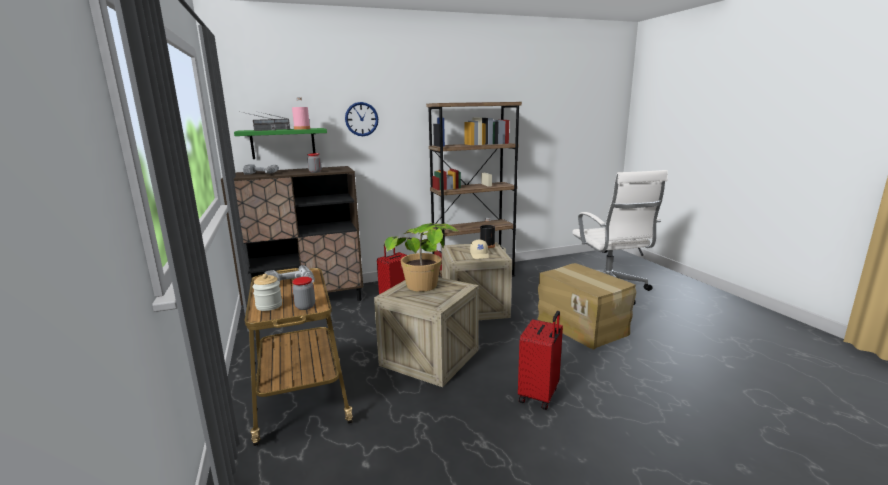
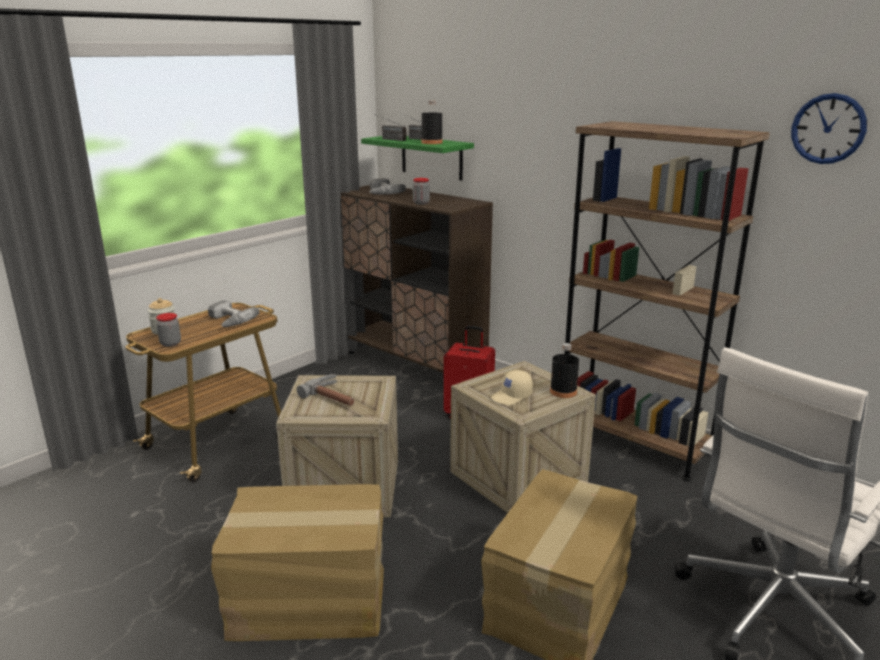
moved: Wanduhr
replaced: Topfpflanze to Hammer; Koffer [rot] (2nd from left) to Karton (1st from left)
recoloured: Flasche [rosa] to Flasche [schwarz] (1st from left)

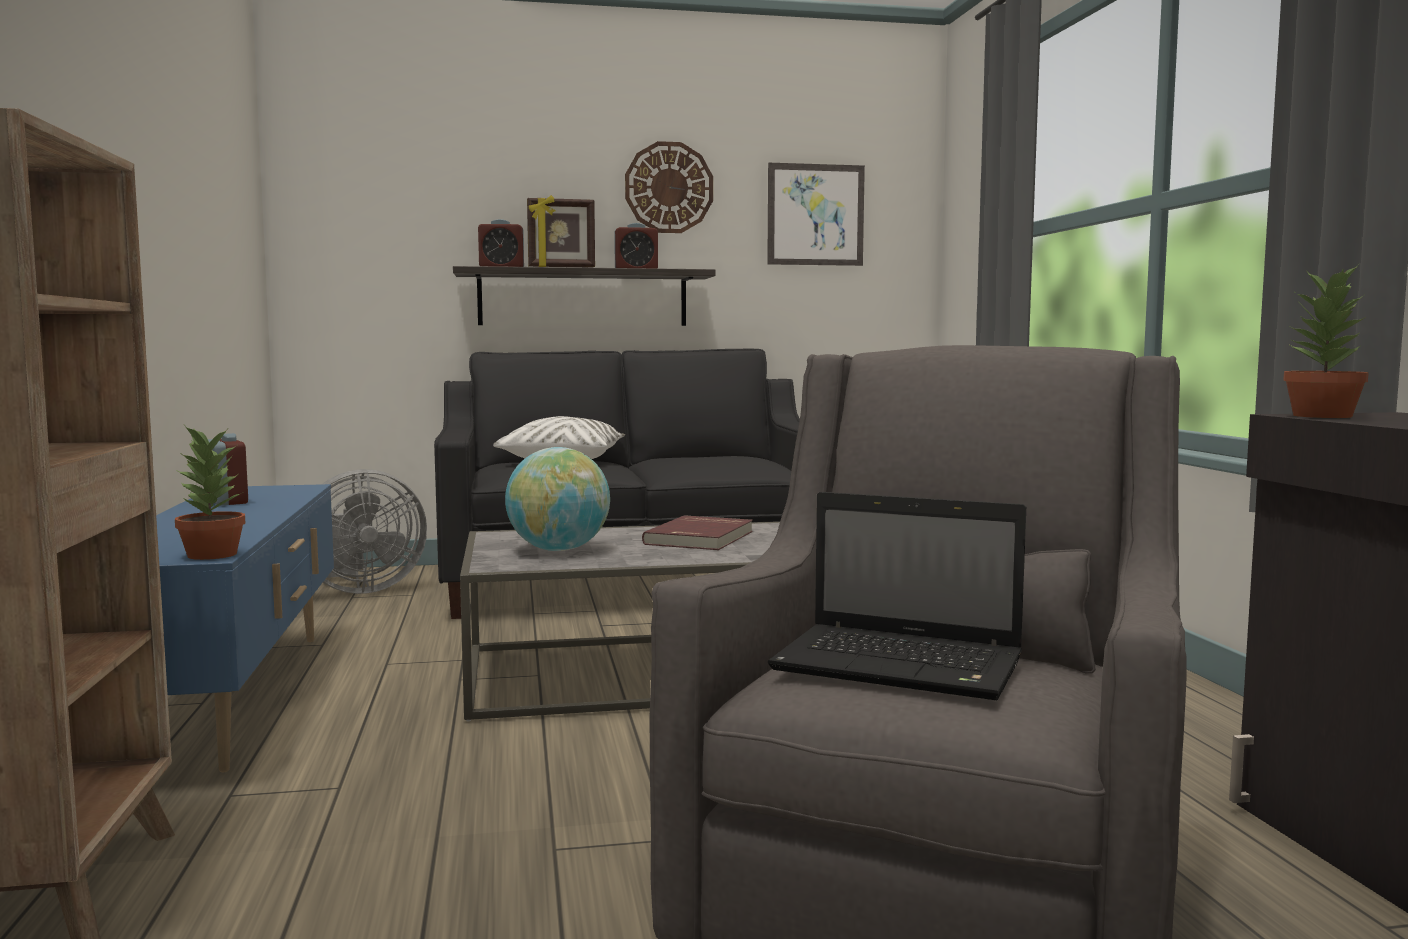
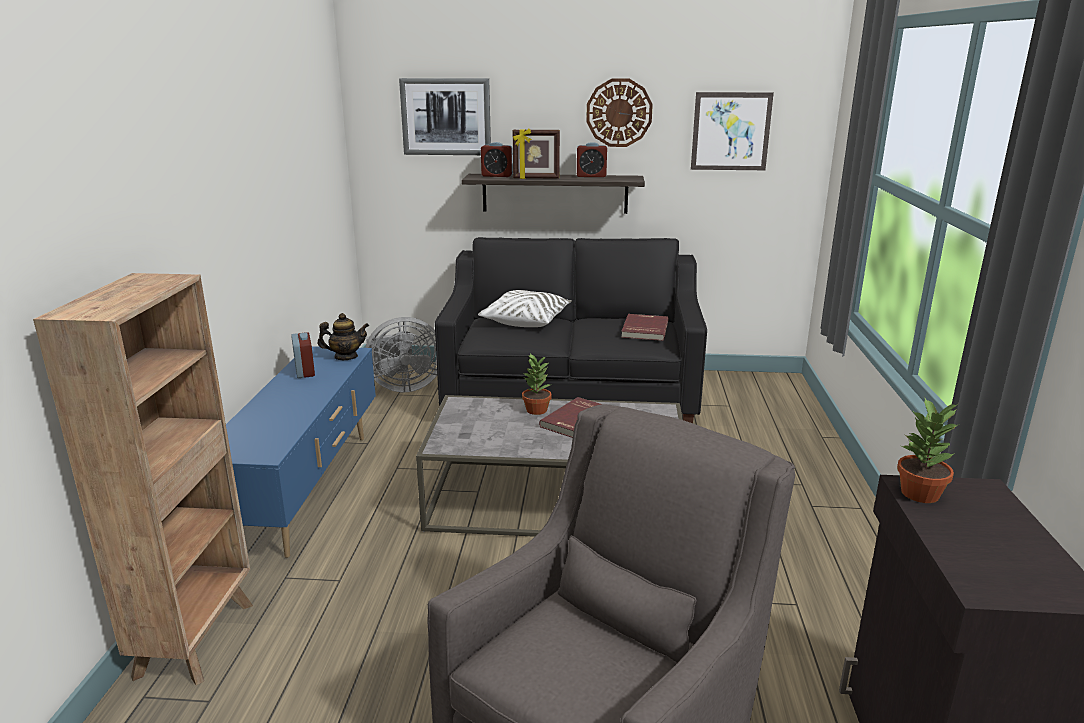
removed: Globus; Laptop
added: Bild (1st from left); Teekanne; Buch [rot] (2nd from left)
moved: Topfpflanze (1st from left)

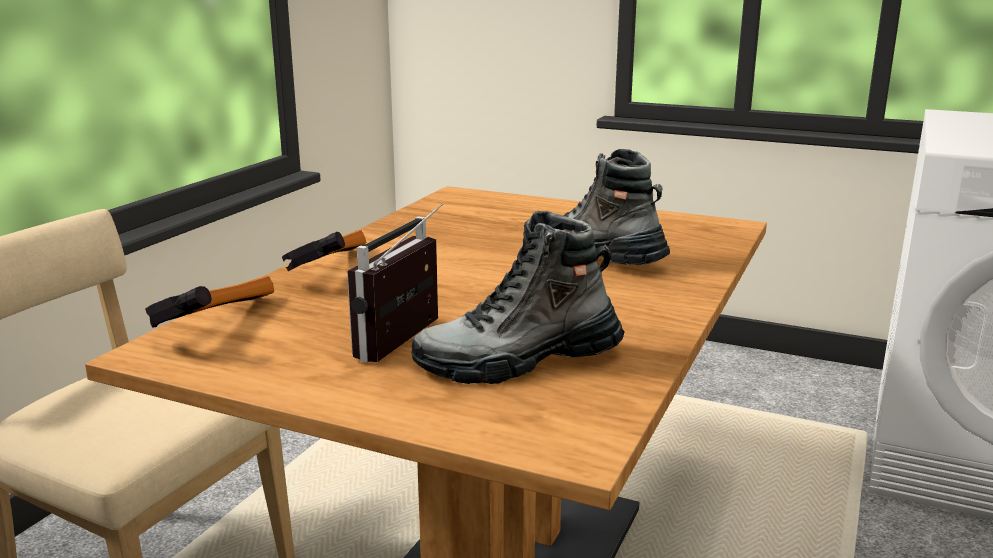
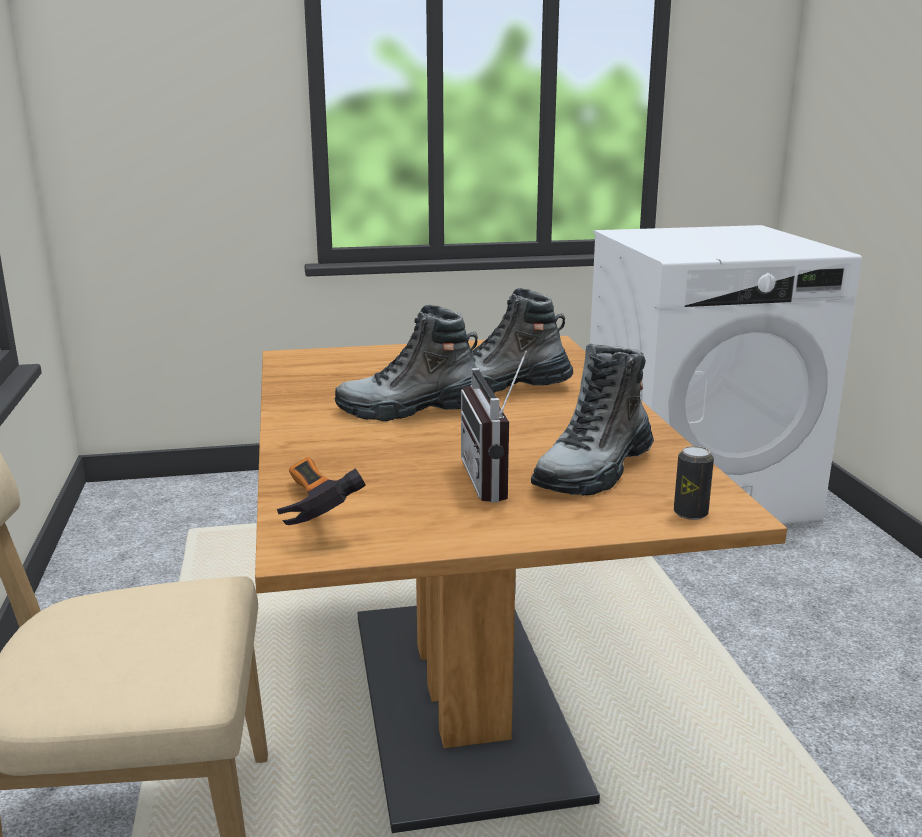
removed: Hammer (2nd from left)
added: Stiefel (1st from left); Dose

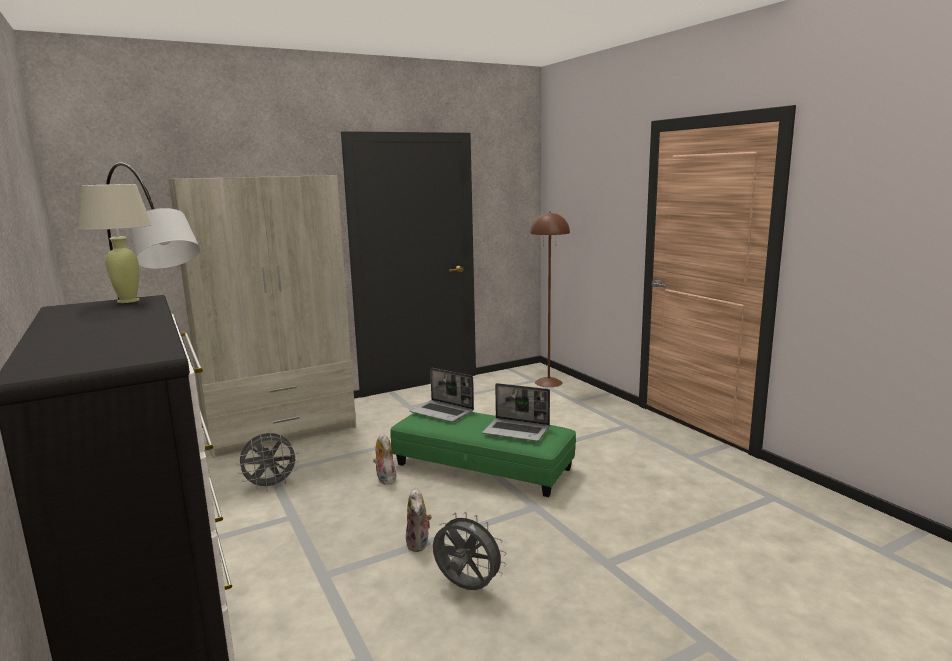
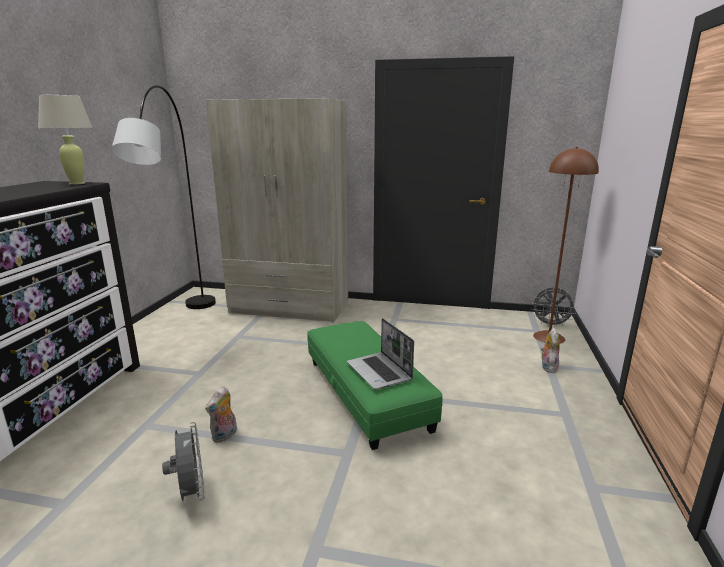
removed: Laptop (1st from left)
moved: Ventilator [grau] (1st from left in the first image) to Ventilator [grau] (2nd from left); Plüschtier (1st from left in the first image) to Plüschtier (2nd from left)

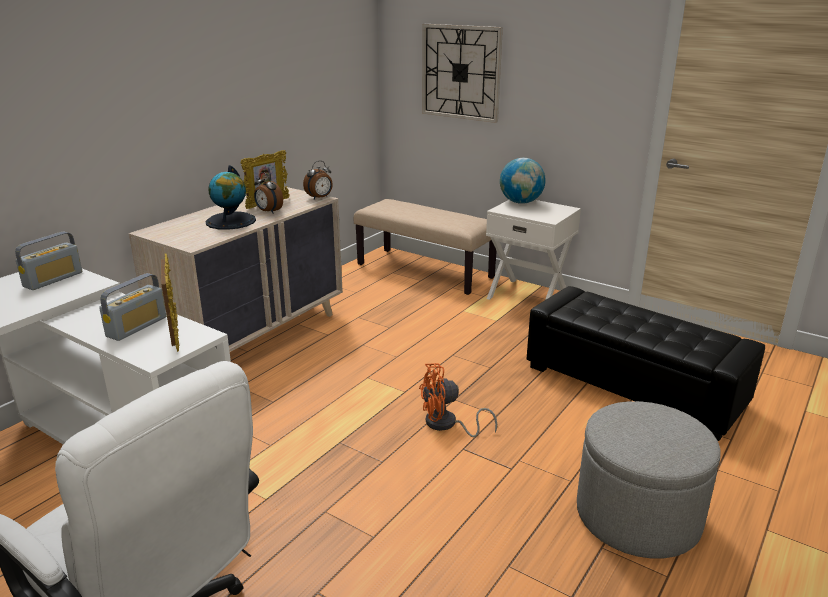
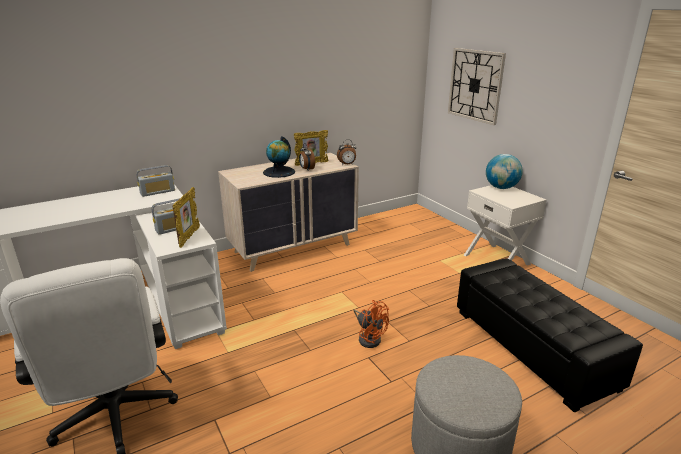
removed: Bank [beige]
turned: Ventilator [orange] 150 degrees counterclockwise

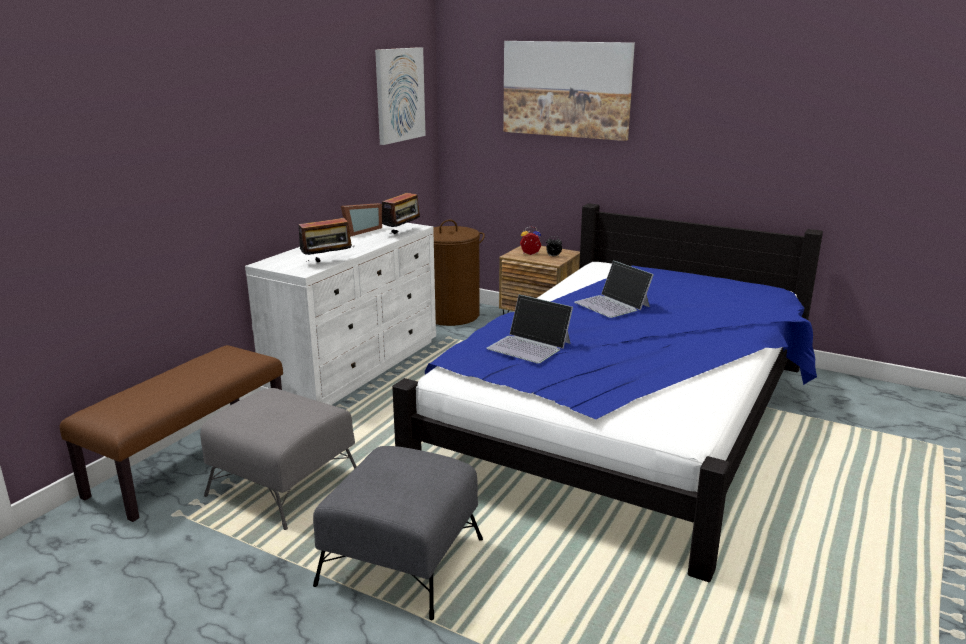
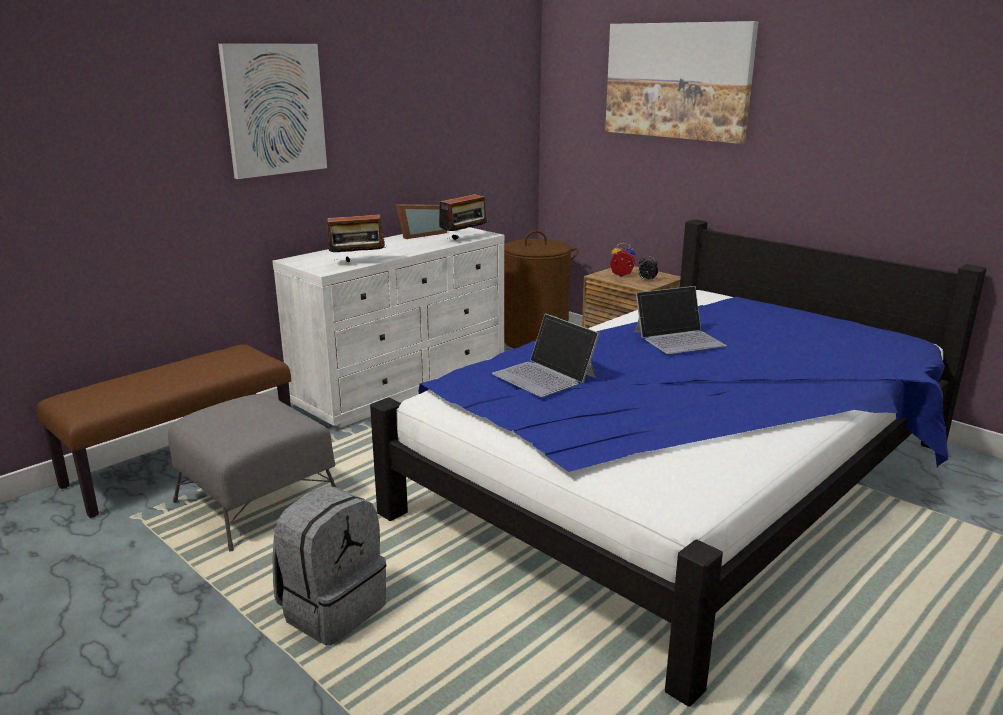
moved: Bild (1st from left)
replaced: Polsterhocker [grau] (2nd from left) to Rucksack [grau]
turned: Laptop (2nd from left) 90 degrees counterclockwise

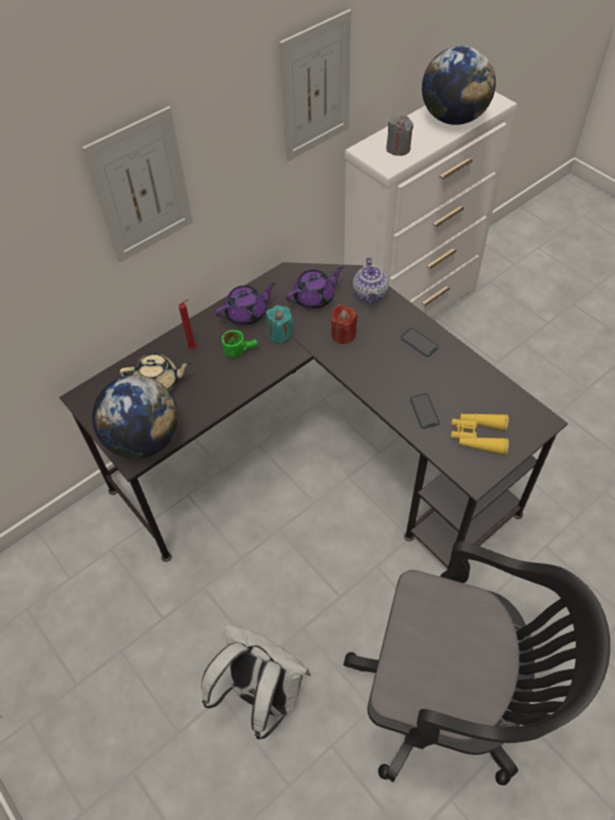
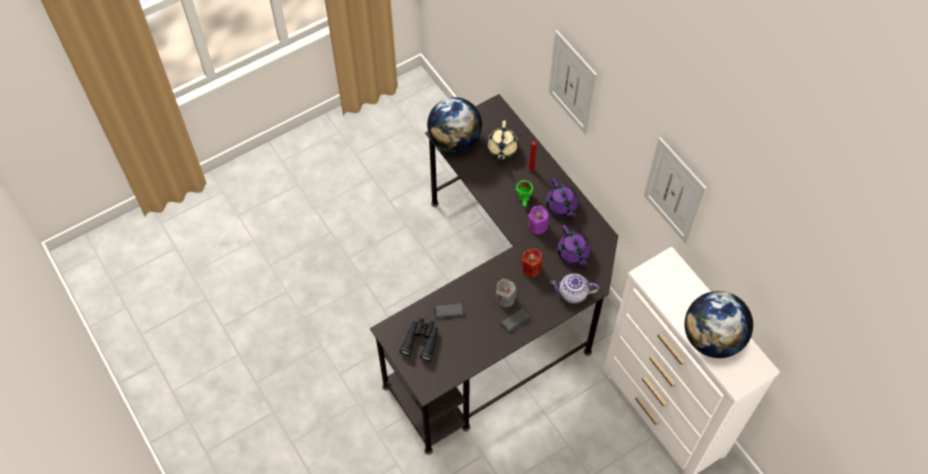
removed: Bürostuhl [schwarz]; Rucksack [weiß]
moved: Kerze [grau]
recoloured: Kerze [türkis] to Kerze [lila]; Fernglas [gelb] to Fernglas [schwarz]

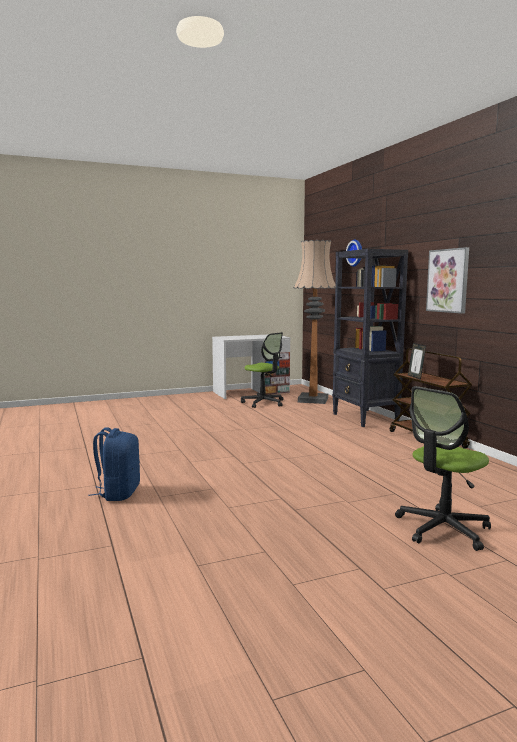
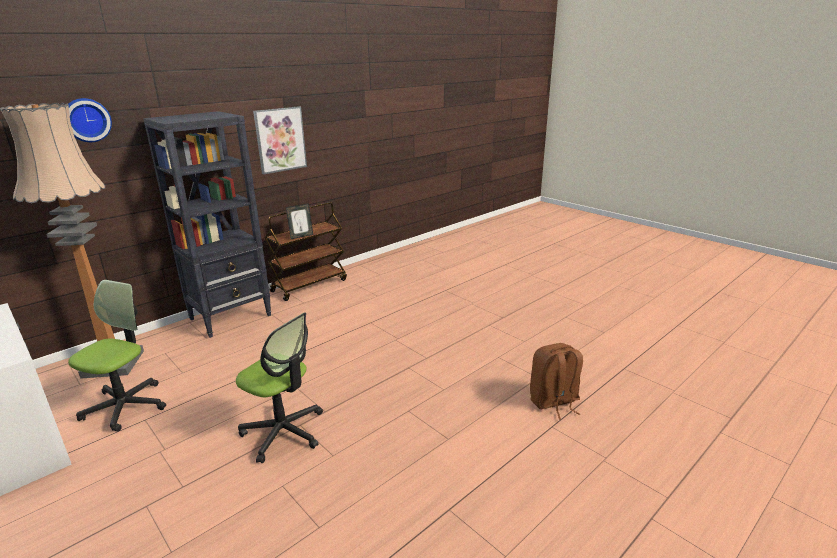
moved: Bürostuhl (2nd from left)
recoloured: Rucksack [blau] to Rucksack [braun]

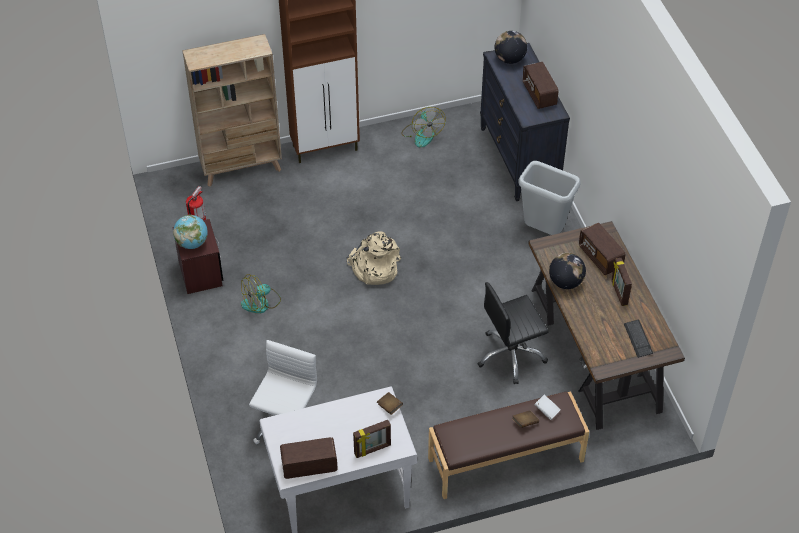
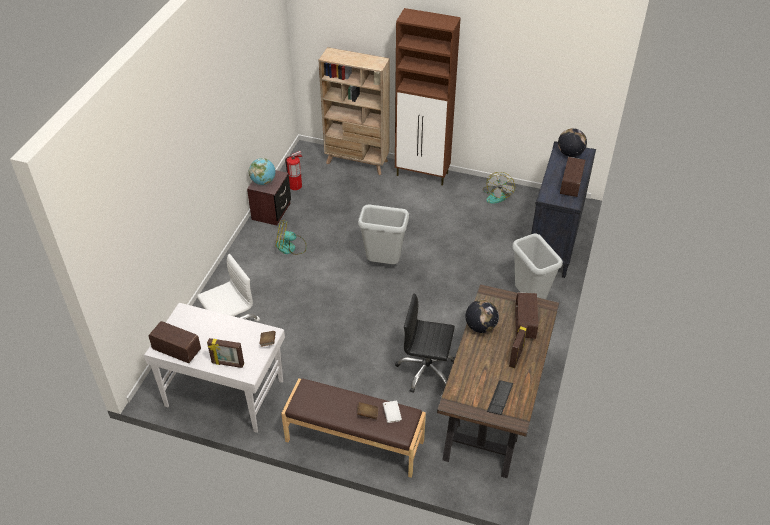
replaced: Rucksack [beige] to Mülleimer [grau] (1st from left)

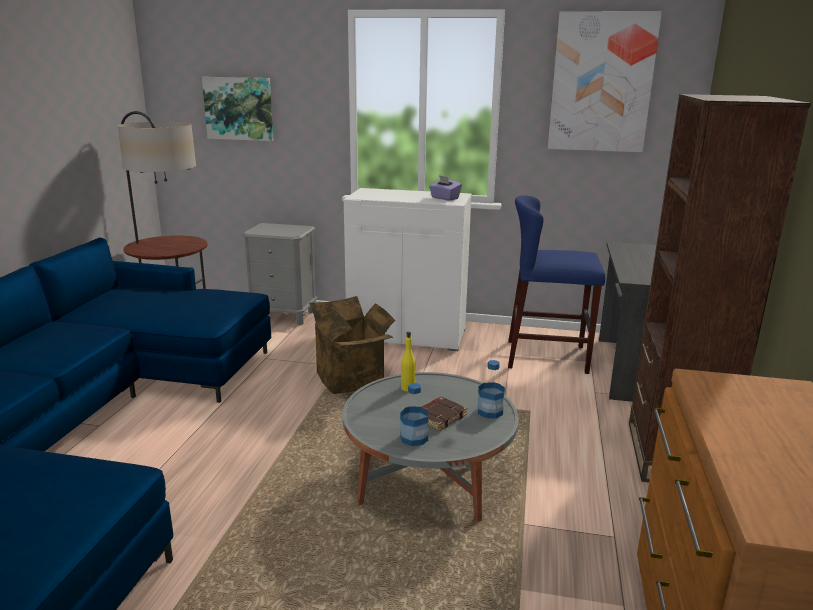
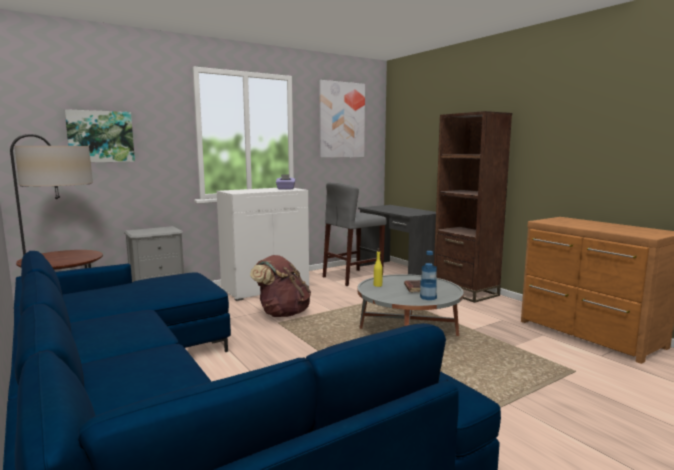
replaced: Karton to Rucksack [braun]
recoloured: Hocker [blau] to Hocker [grau]

